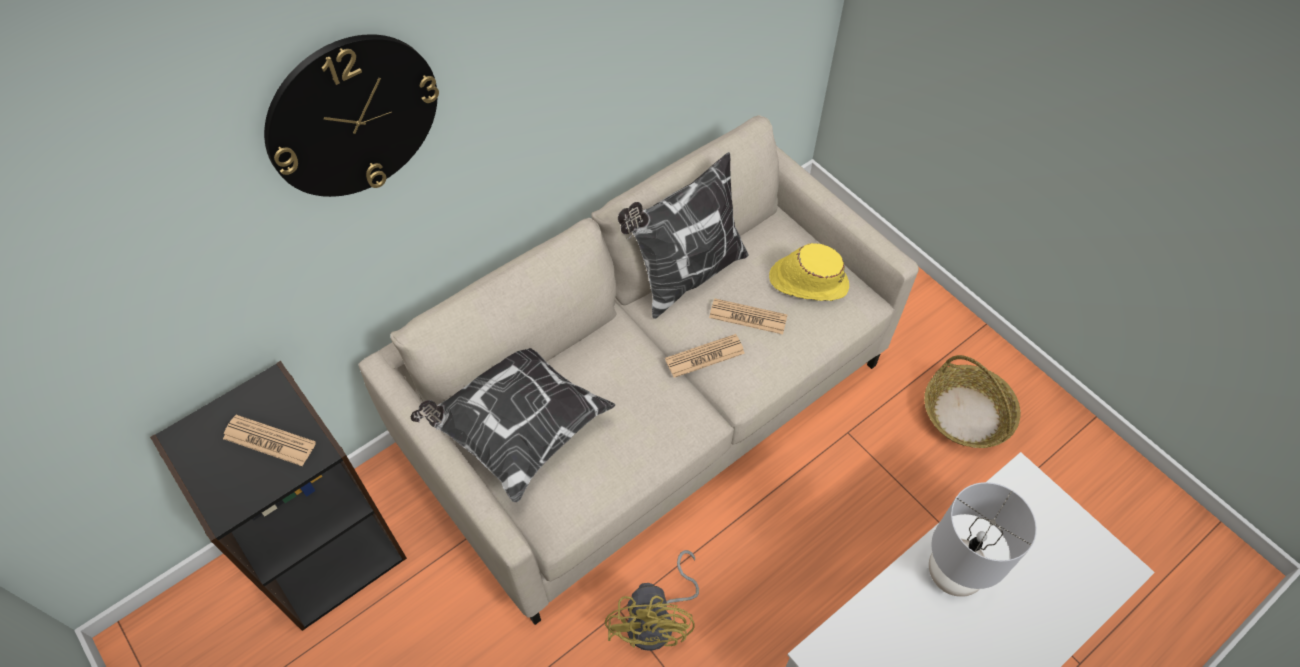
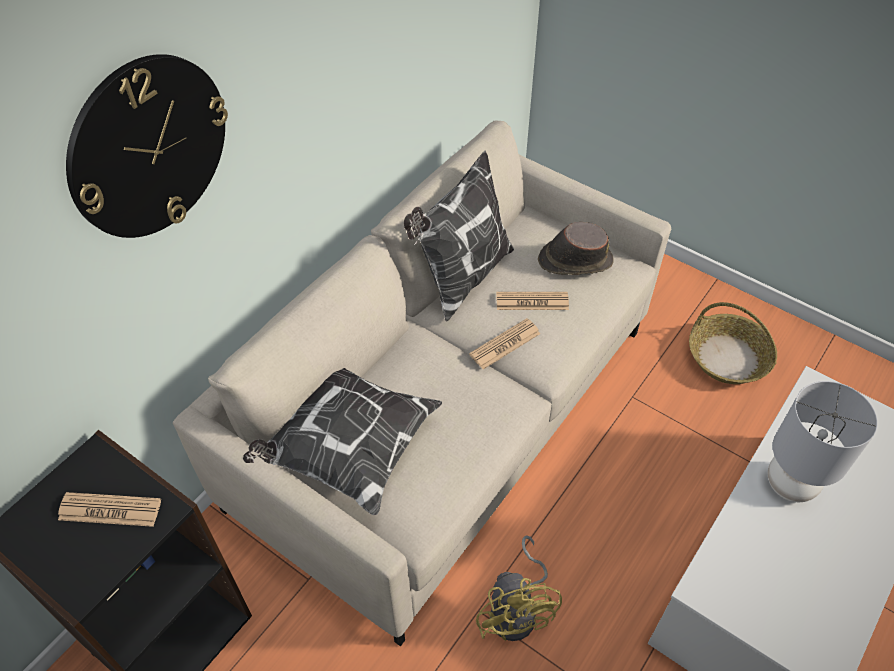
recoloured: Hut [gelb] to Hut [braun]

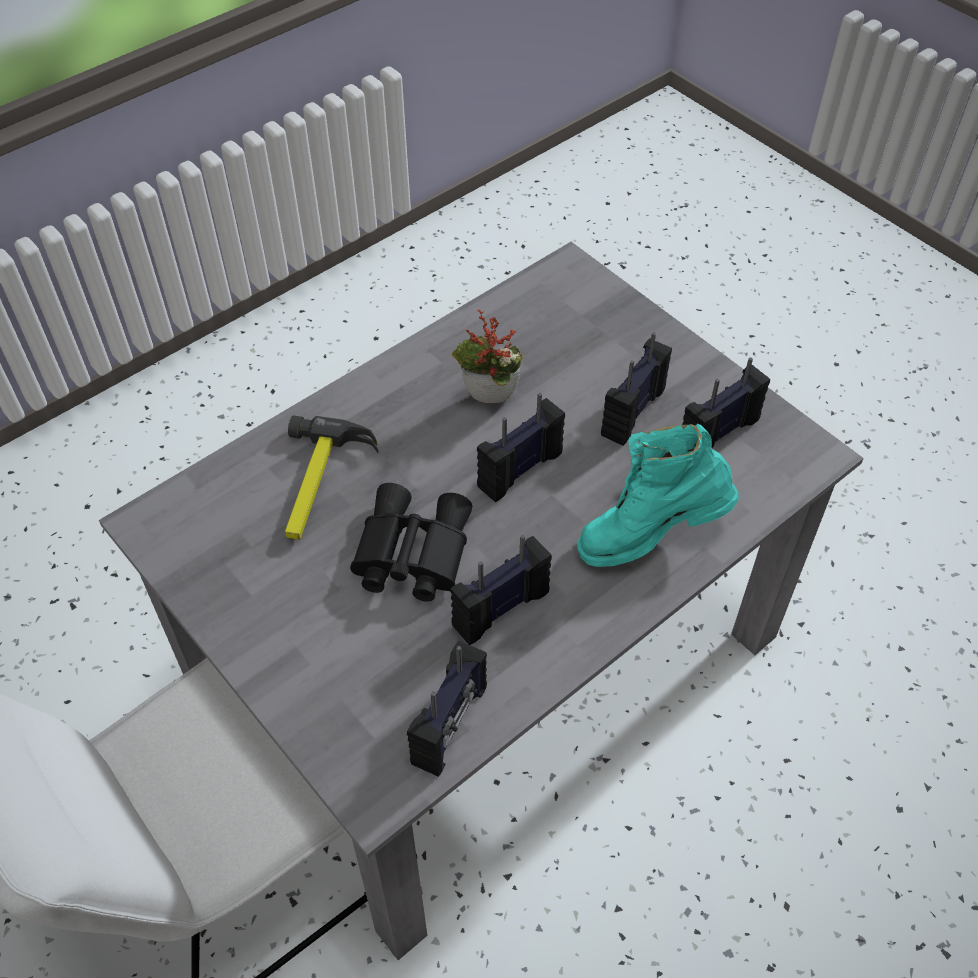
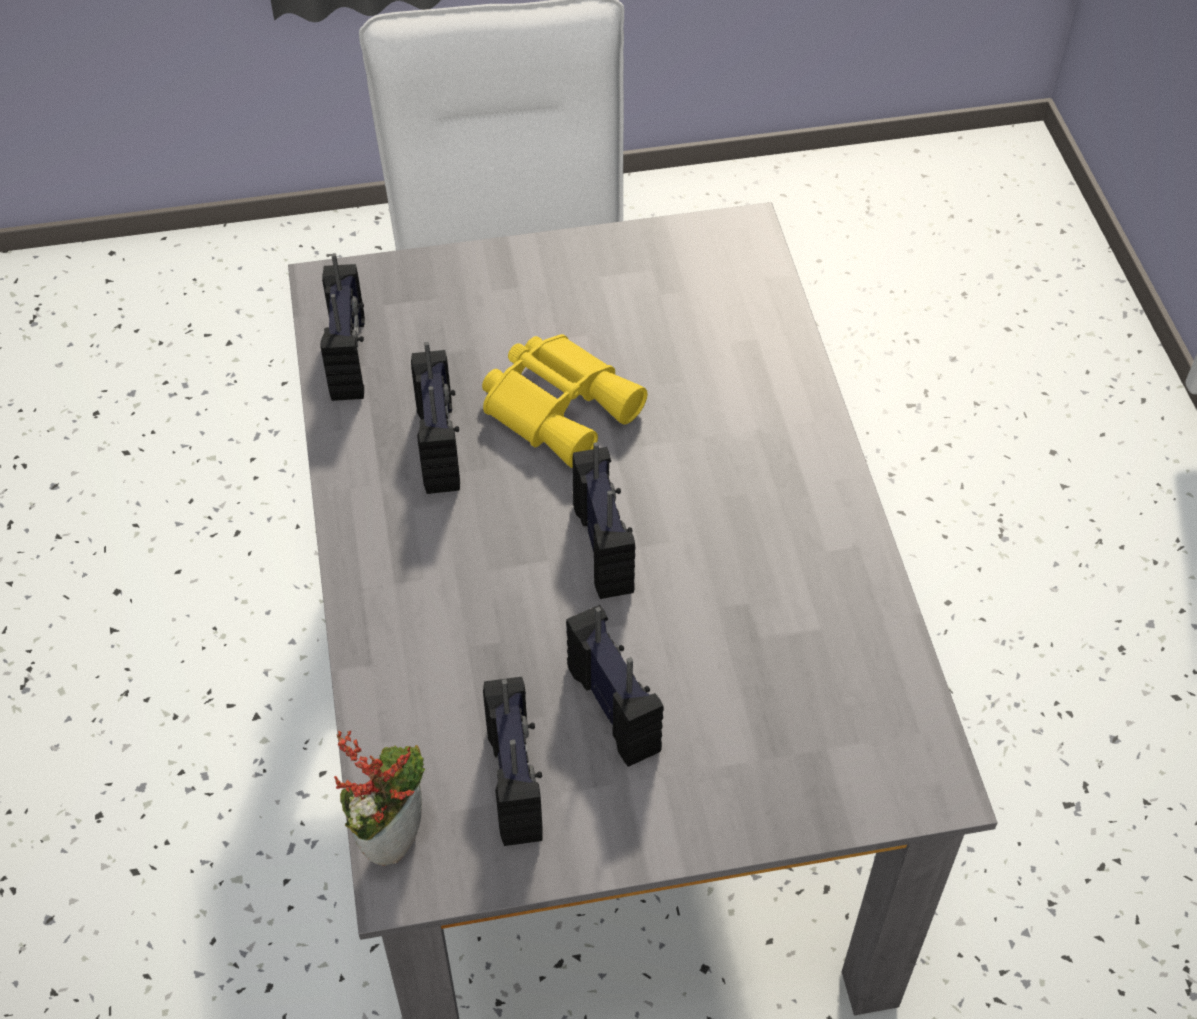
removed: Hammer; Stiefel [türkis]
moved: Topfpflanze
recoloured: Fernglas [schwarz] to Fernglas [gelb]
turned: Radio (1st from left) 150 degrees counterclockwise

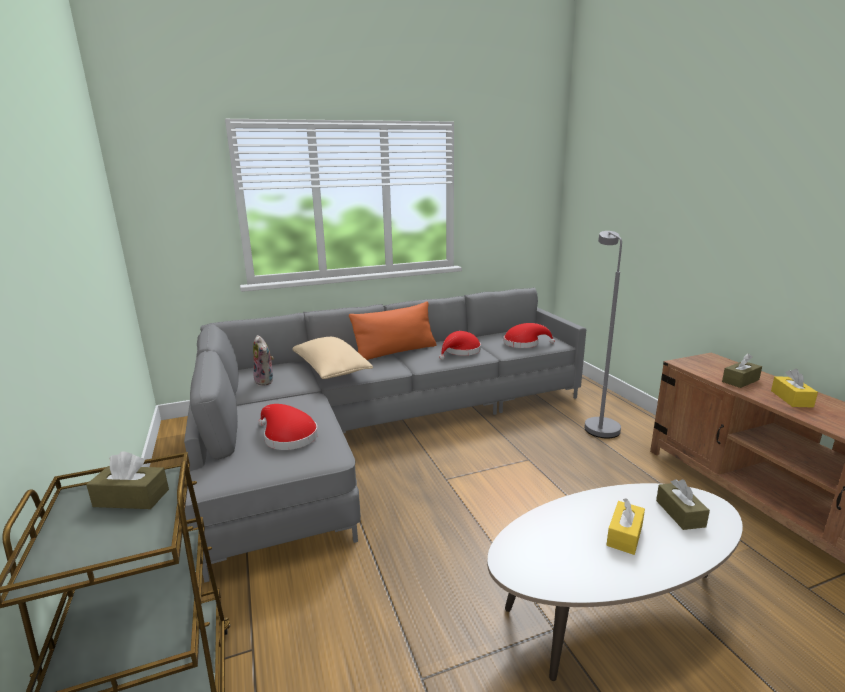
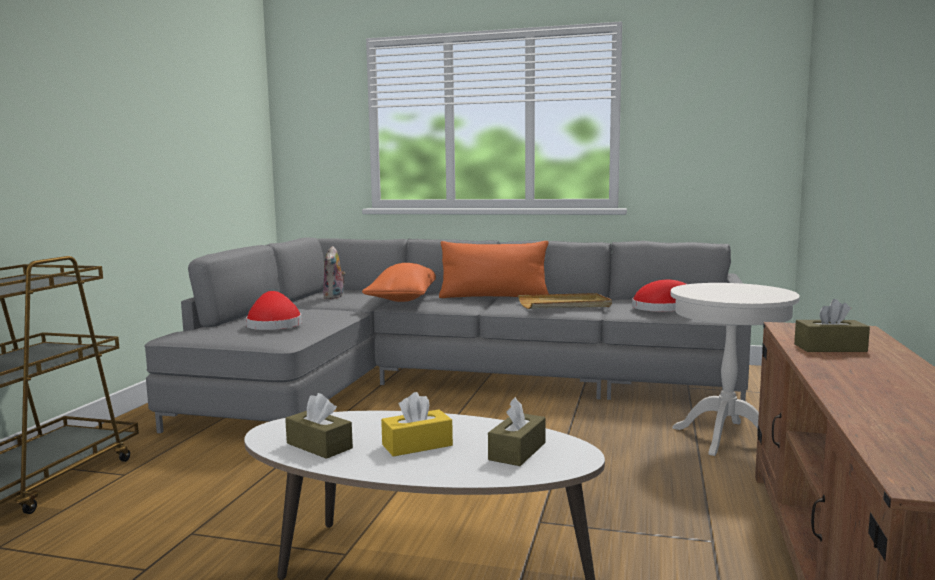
removed: Taschentuchbox [gelb] (2nd from left)
moved: Taschentuchbox [braun] (1st from left)
replaced: Stehlampe [grau] to Beistelltisch [weiß]; Hut [rot] (2nd from left) to Tablett [beige]
recoloured: Kissen [beige] to Kissen [orange] (1st from left)

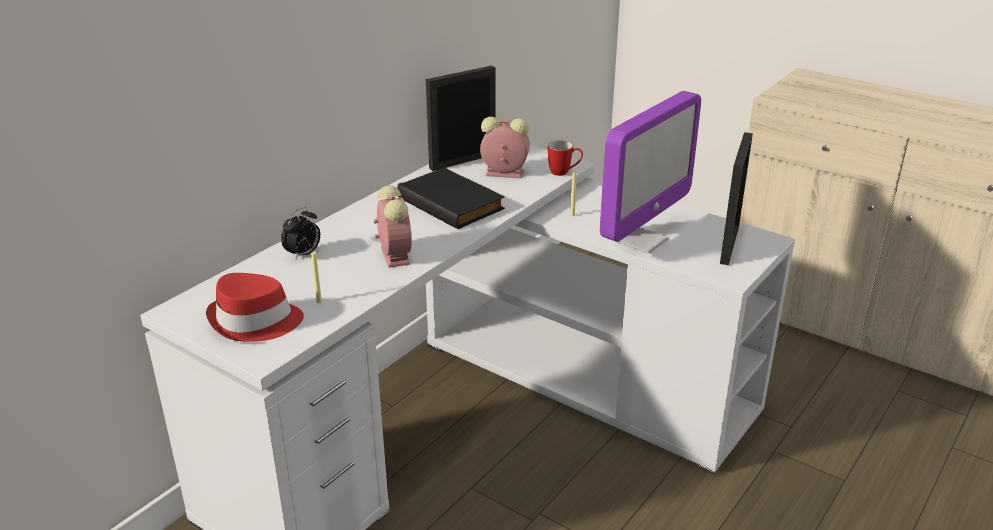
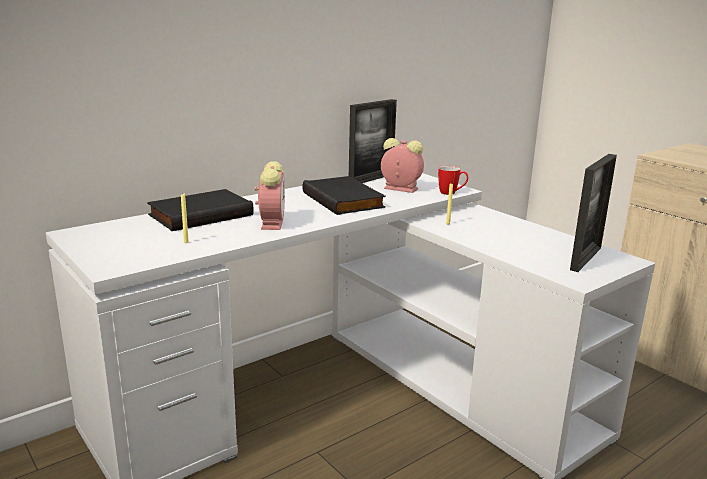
removed: Monitor; Hut [rot]
replaced: Wecker (1st from left) to Buch [schwarz] (1st from left)
turned: Bilderrahmen (1st from left) 150 degrees clockwise

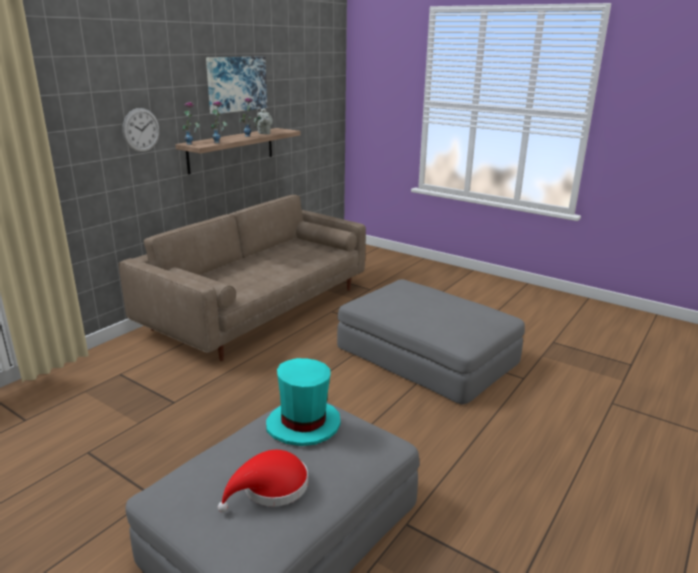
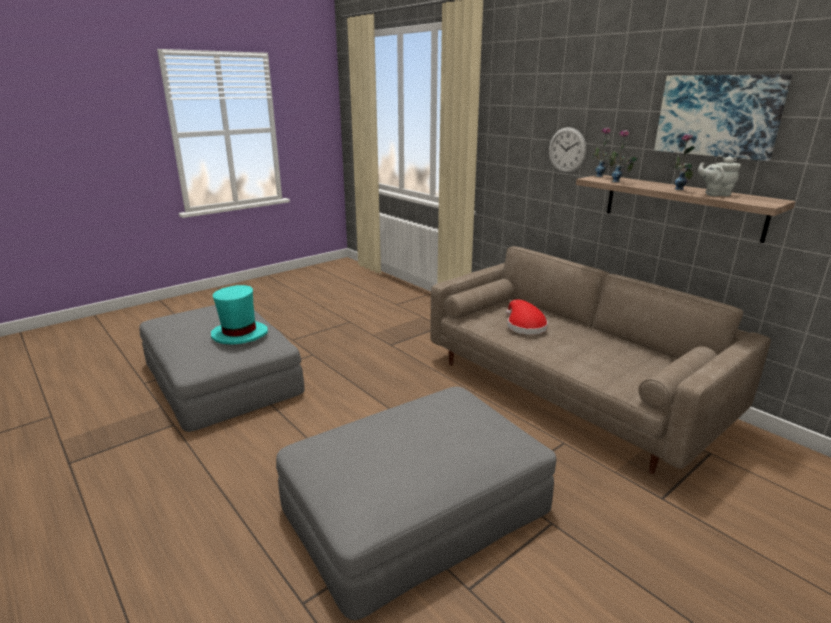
moved: Hut [rot]

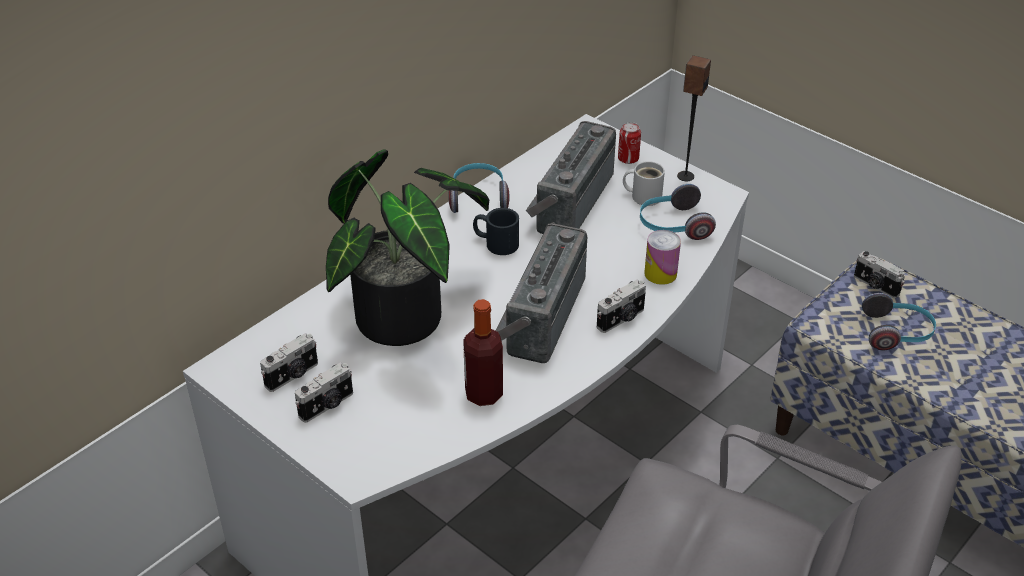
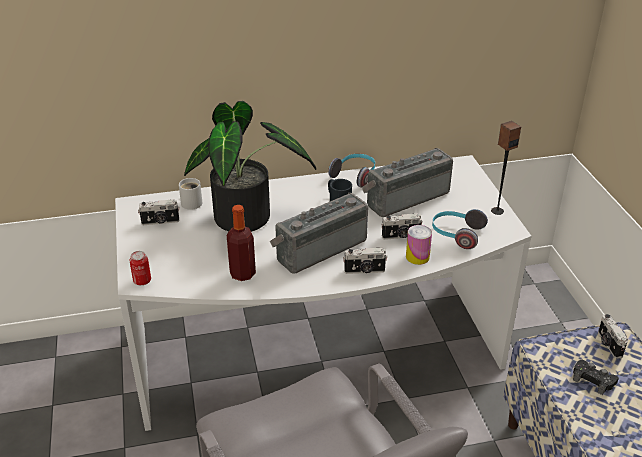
moved: Dose (1st from left); Henkelbecher [weiß]; Kamera (2nd from left in the first image) to Kamera (3rd from left)
replaced: Kopfhörer (3rd from left) to Gamepad [schwarz]

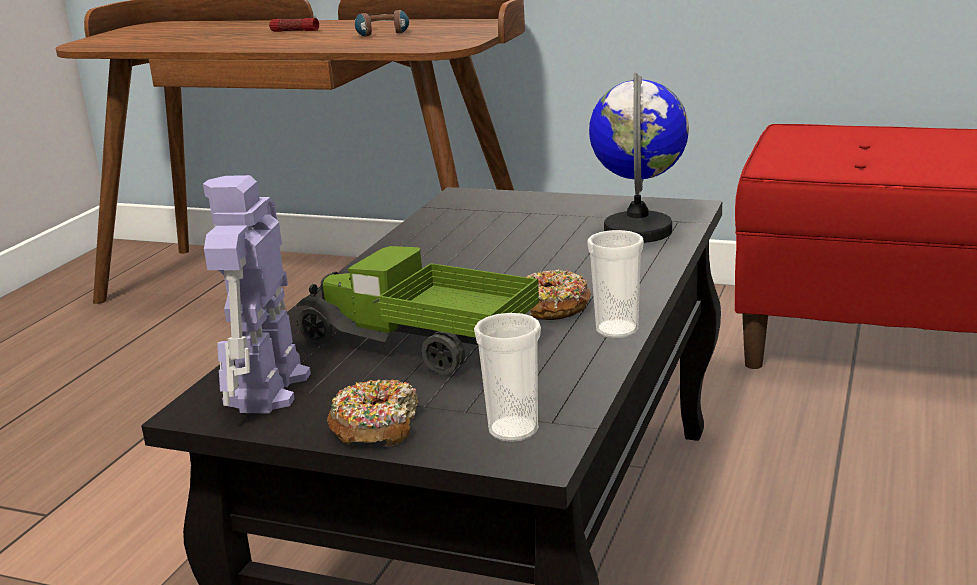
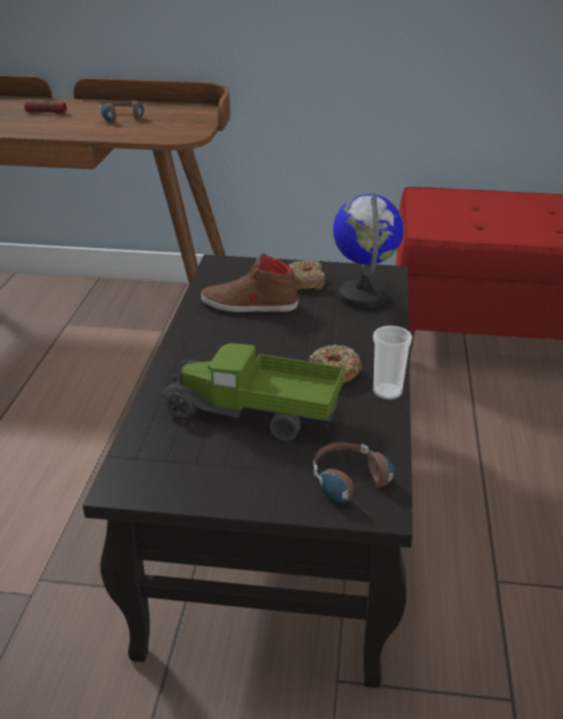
removed: Spielzeugroboter
added: Schuh [braun]
moved: Donut (1st from left)
replaced: Tasse (1st from left) to Kopfhörer (2nd from left)

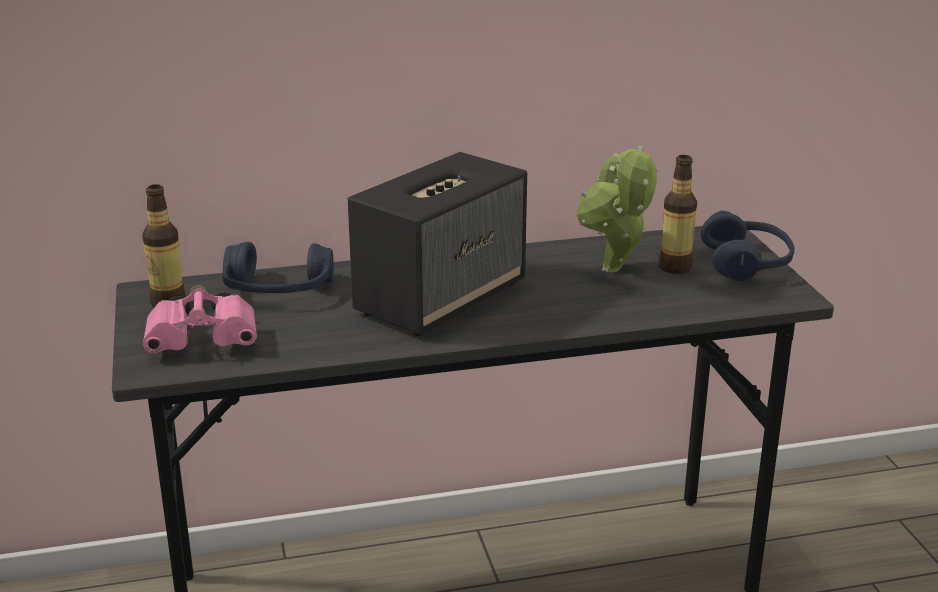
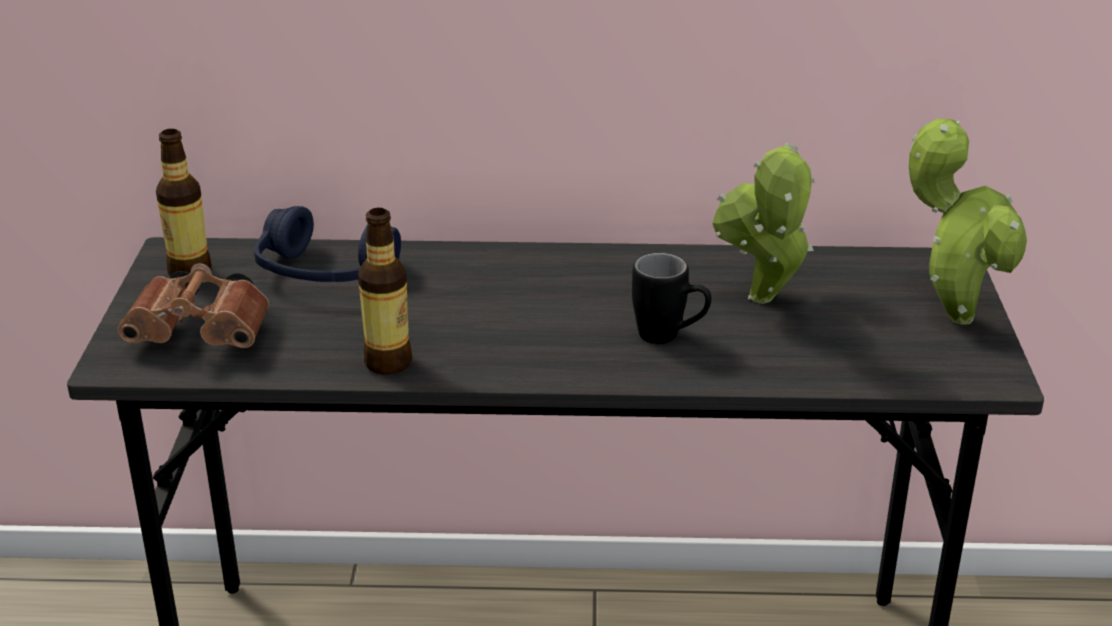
removed: Lautsprecher
added: Henkelbecher [schwarz]
moved: Flasche (2nd from left)
replaced: Kopfhörer [blau] (2nd from left) to Topfpflanze (2nd from left)
recoloured: Fernglas [rosa] to Fernglas [braun]

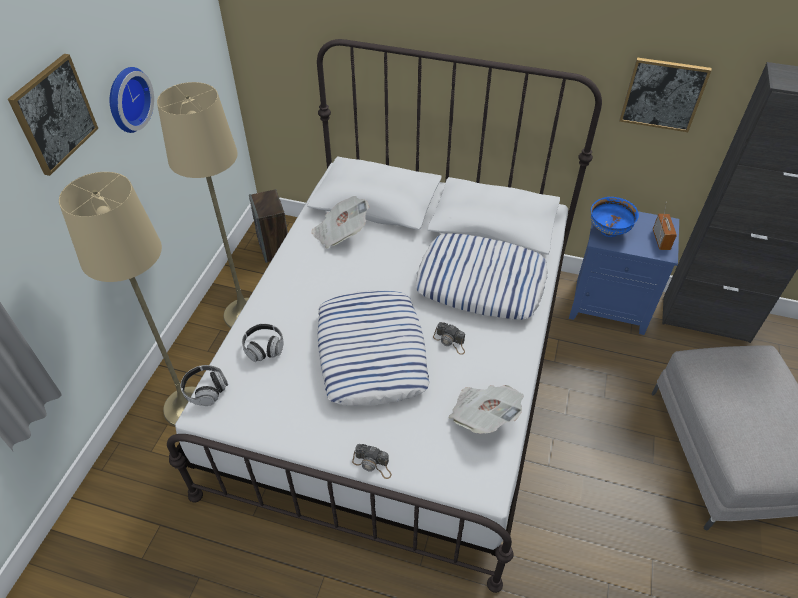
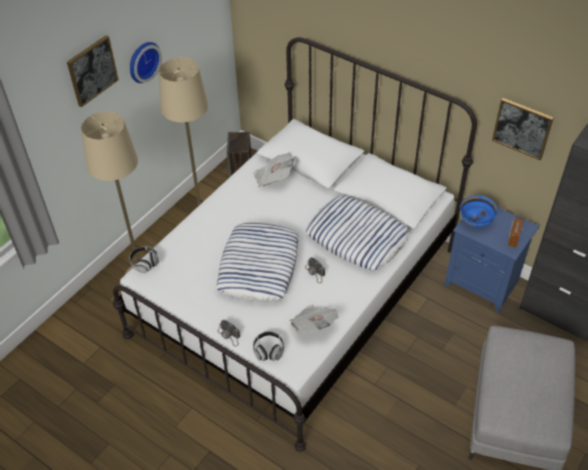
moved: Kopfhörer (2nd from left)

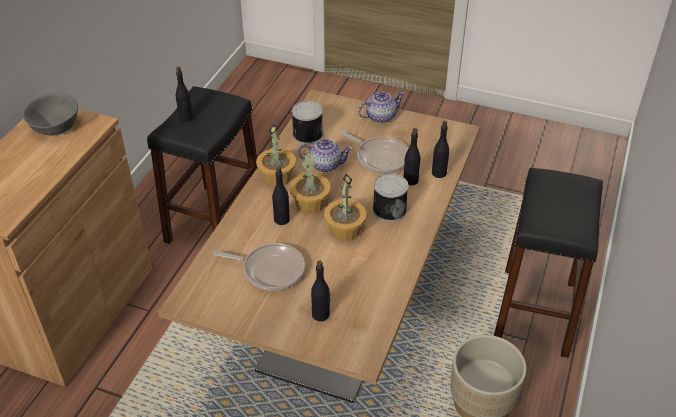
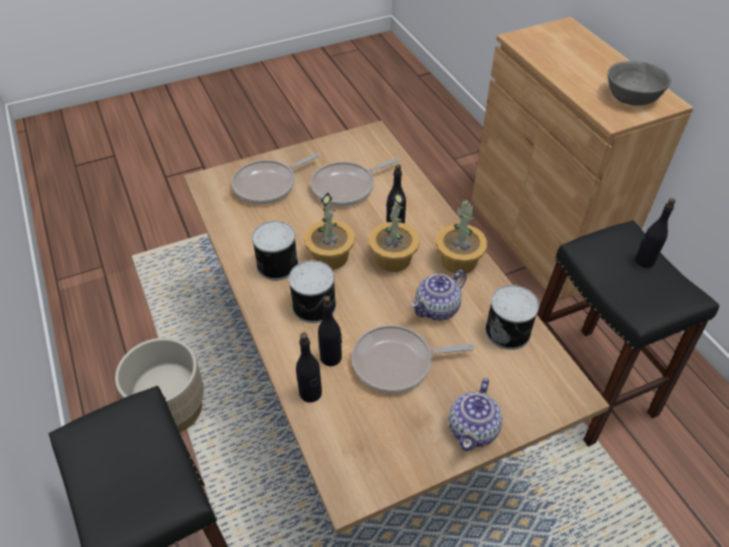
added: Dose (1st from left)
replaced: Flasche [schwarz] (3rd from left) to Pfanne (1st from left)

